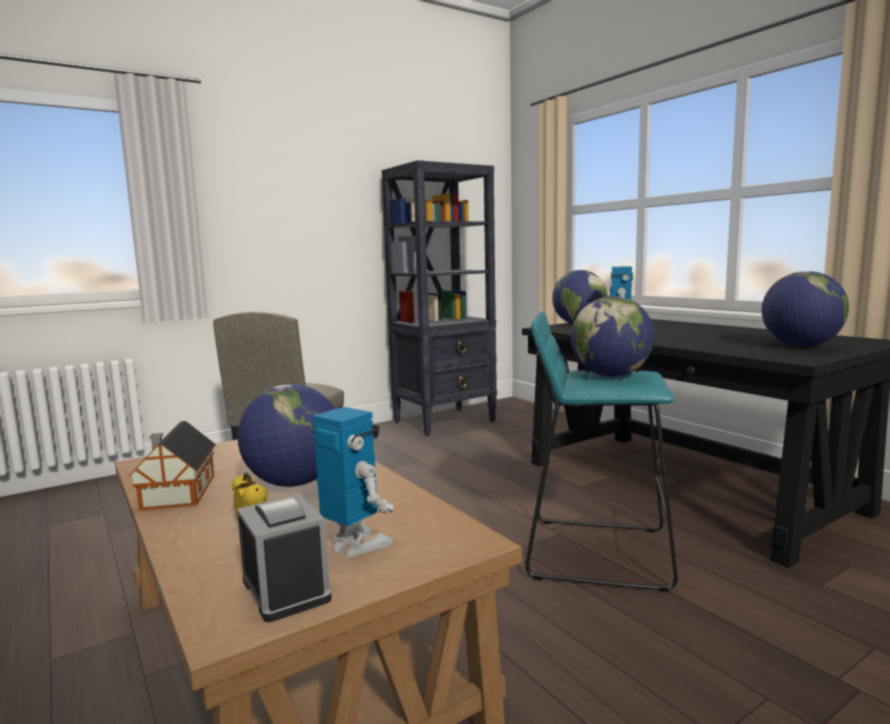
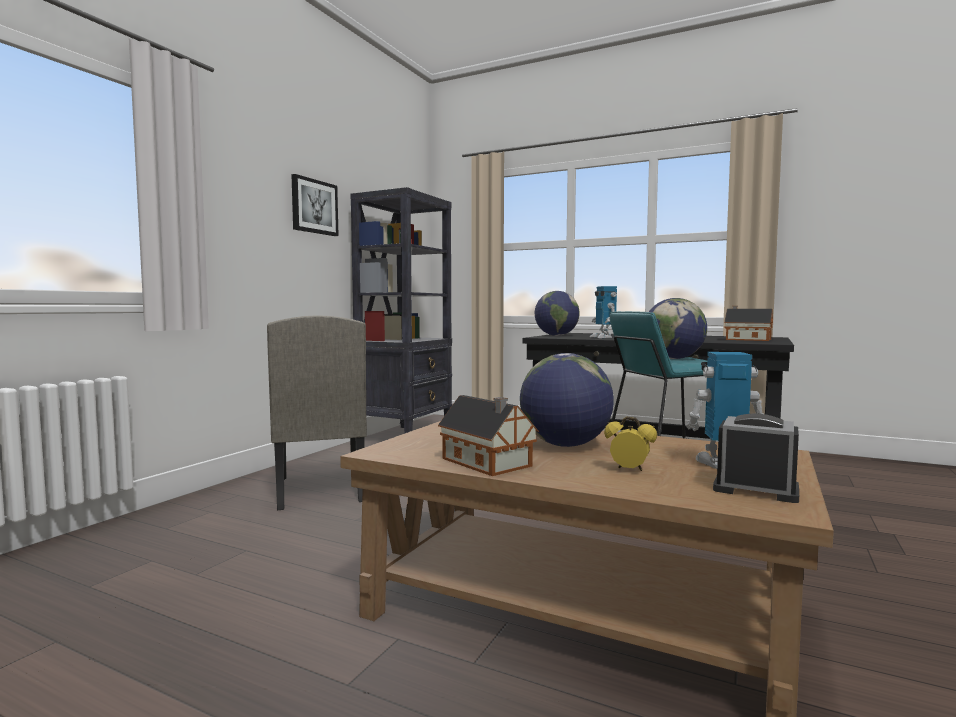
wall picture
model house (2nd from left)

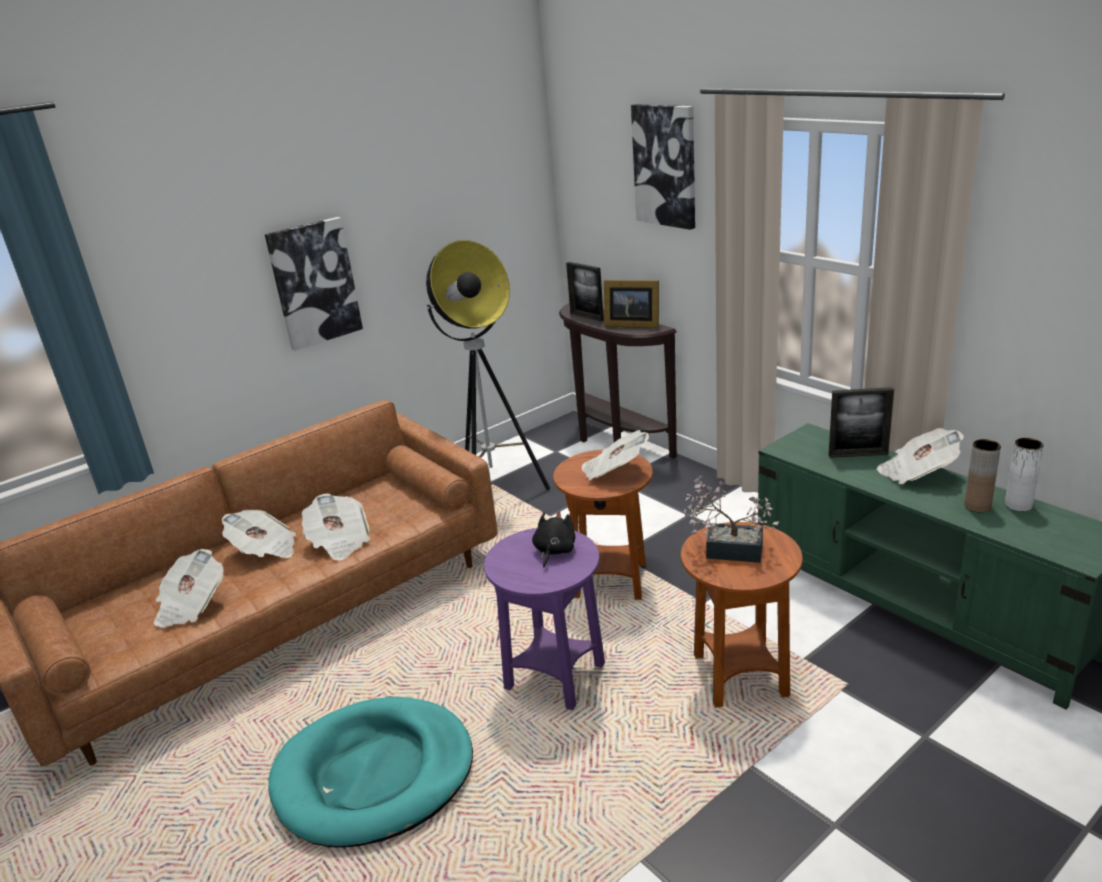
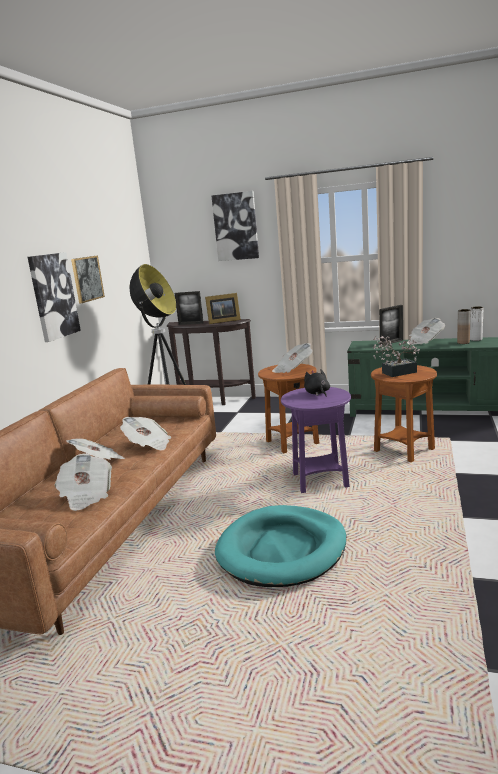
wall picture (2nd from left)

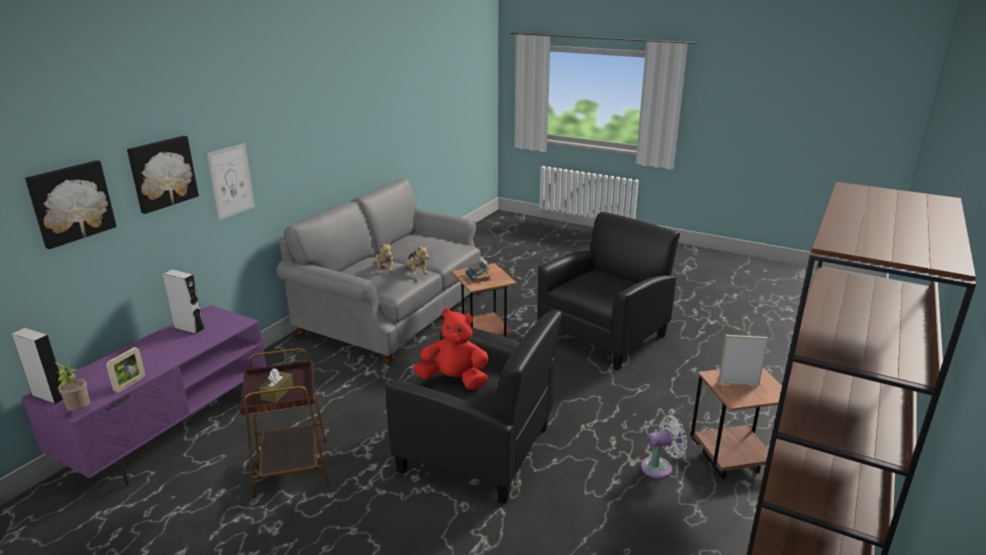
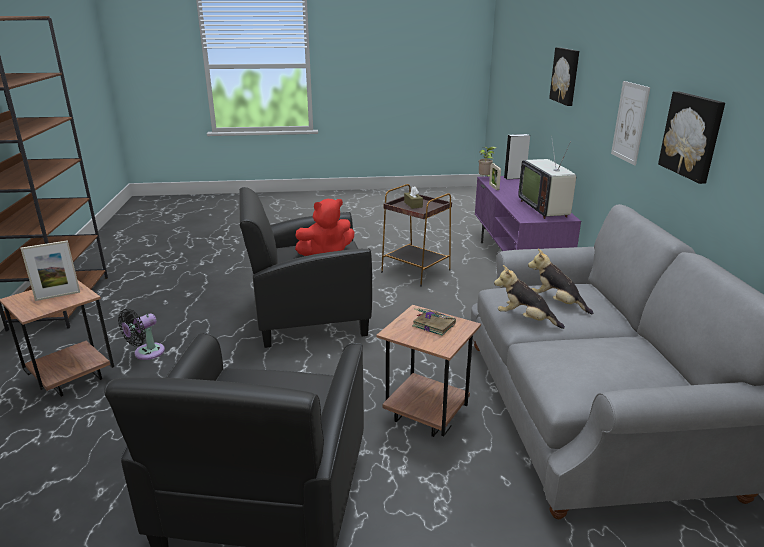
wall picture (3rd from left)
TV
fan (black-coloured)

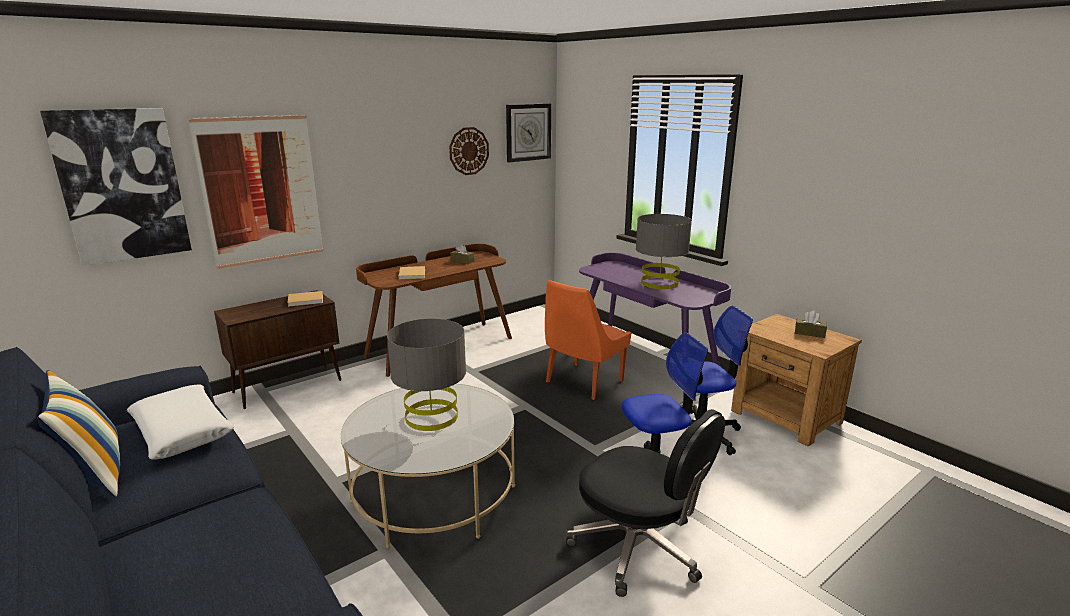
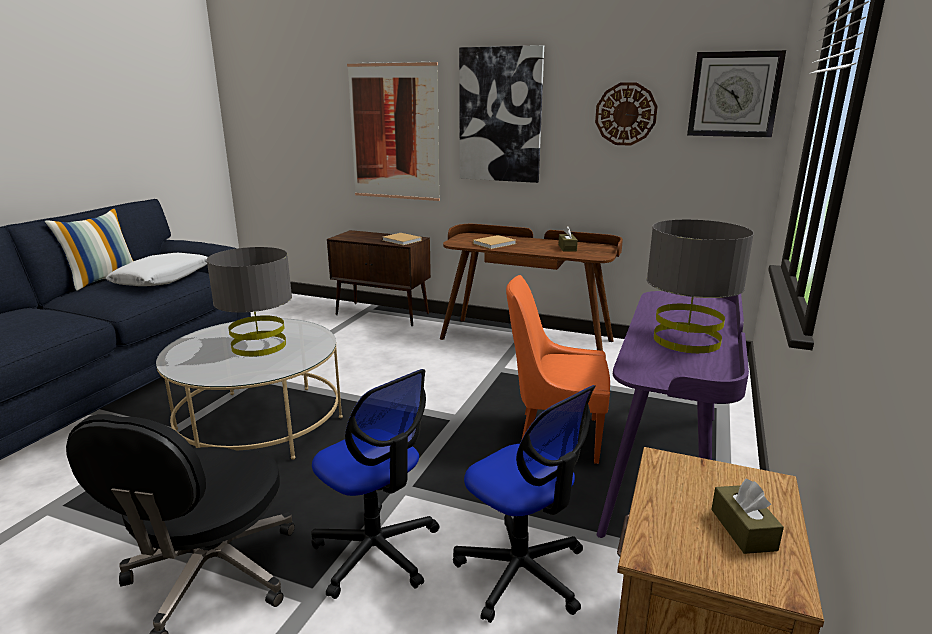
wall picture (2nd from left)

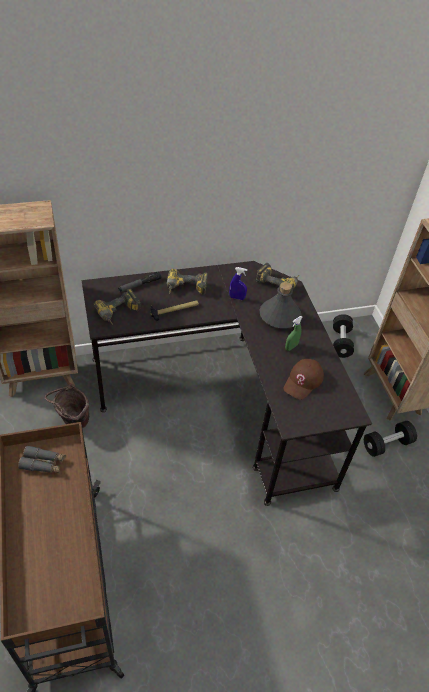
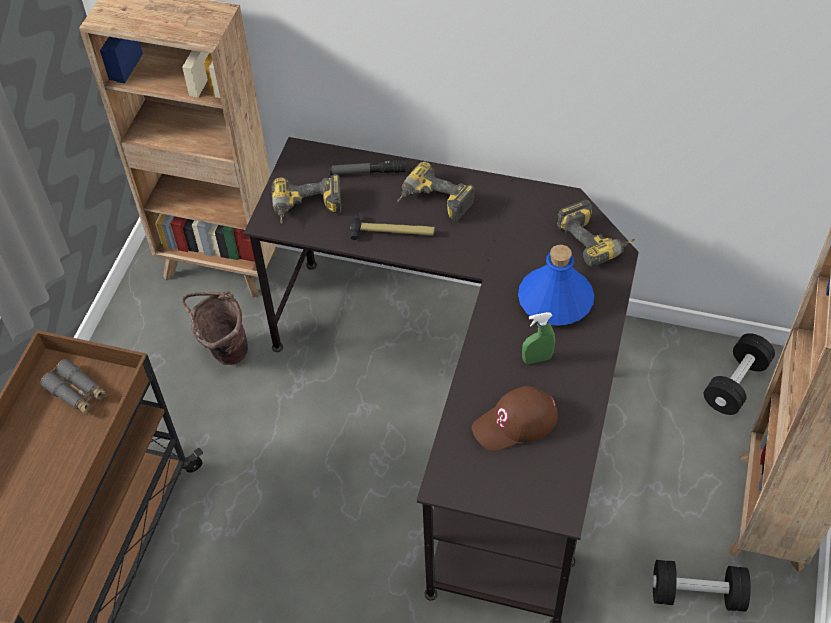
spray bottle (bluish)
beverage bottle (bluish)

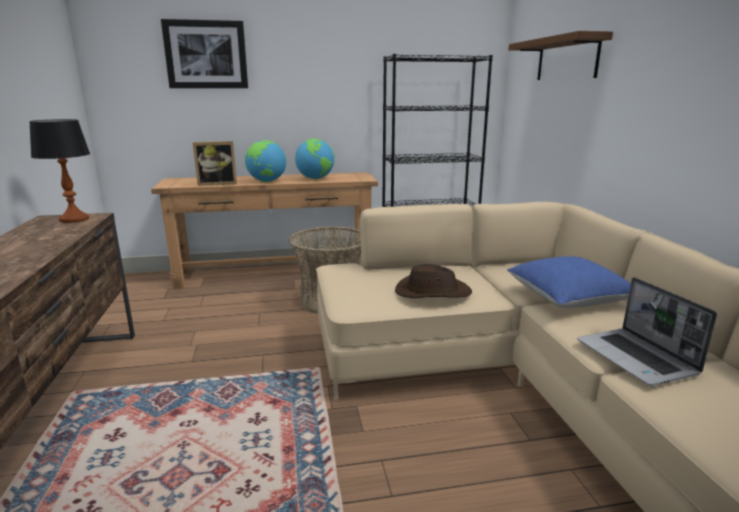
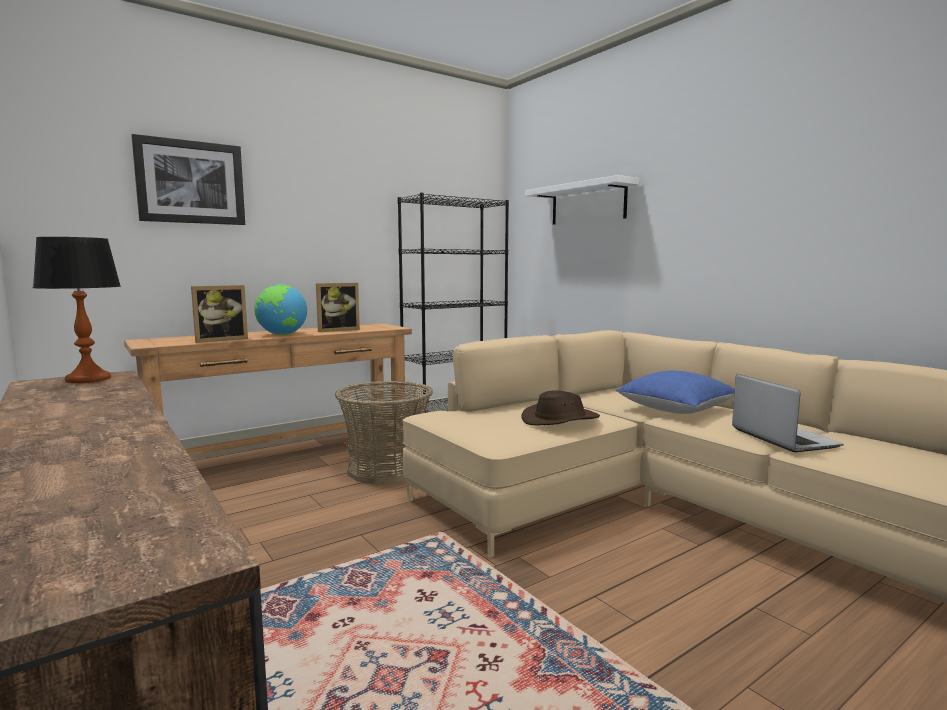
photo frame (2nd from left)
wall shelf (whitish)
notebook computer

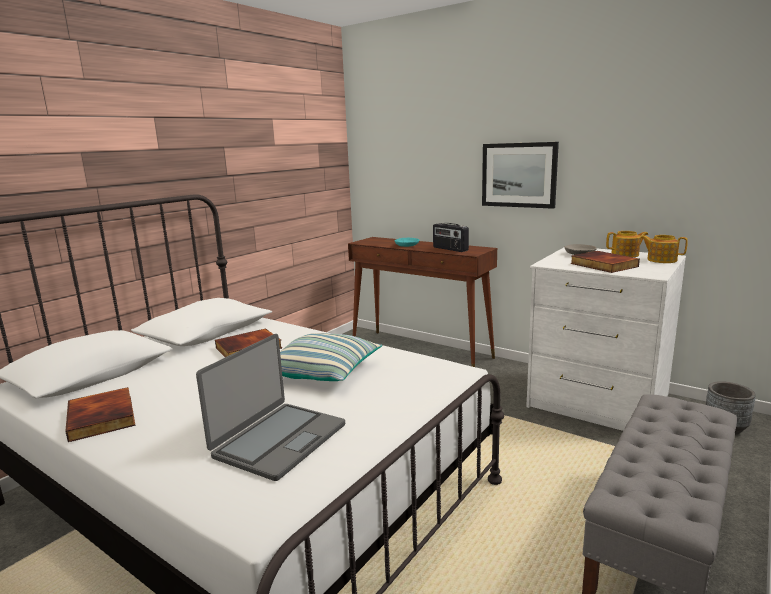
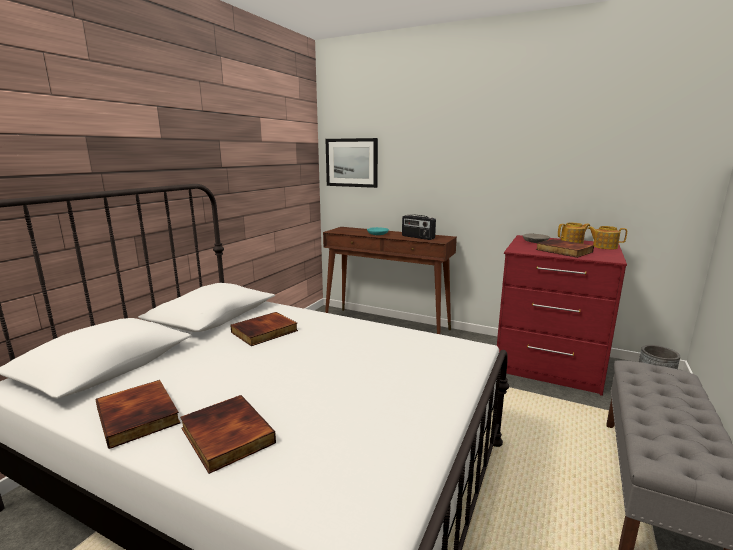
notebook computer
pillow
bound book (2nd from left)
wall picture
dresser (reddish)

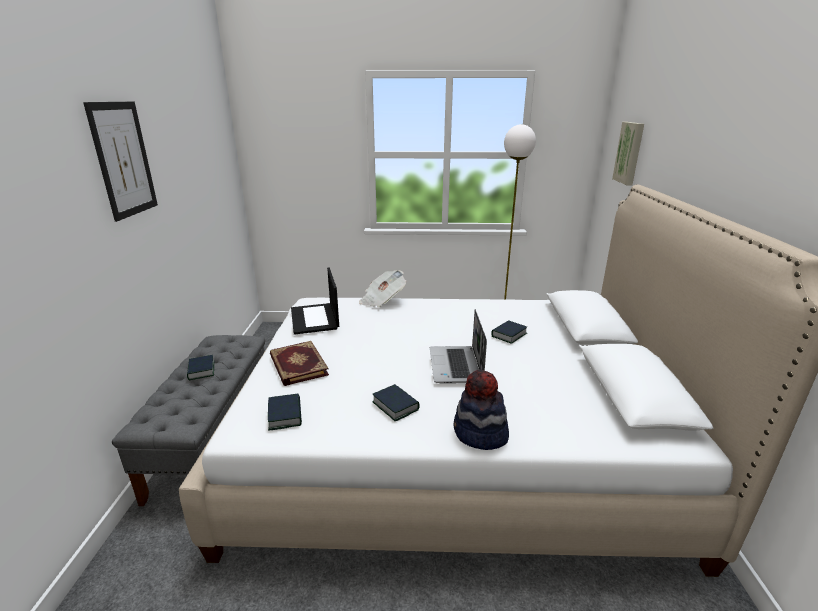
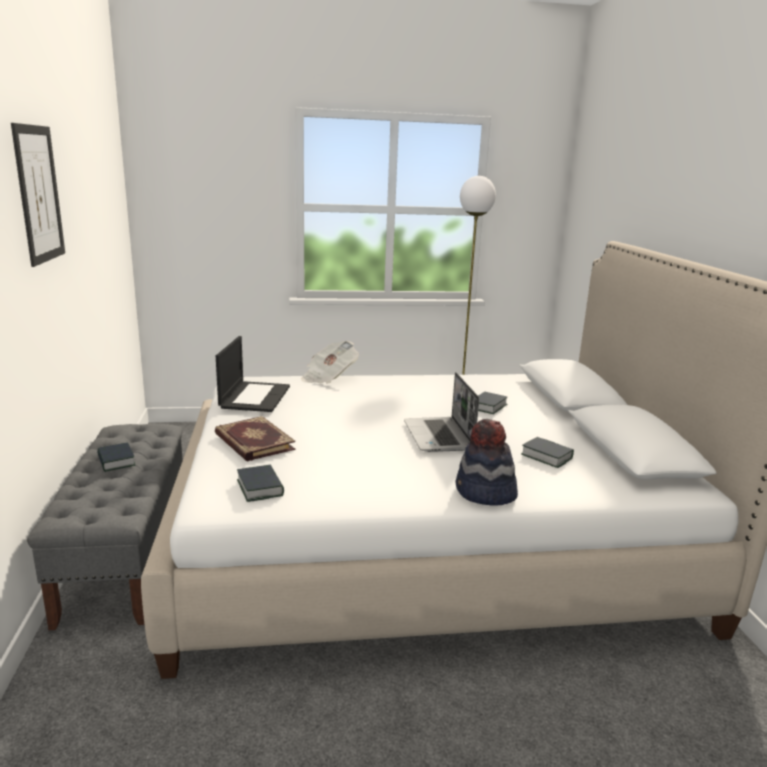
wall picture (2nd from left in the first image)
bound book (5th from left)
notebook computer (1st from left)

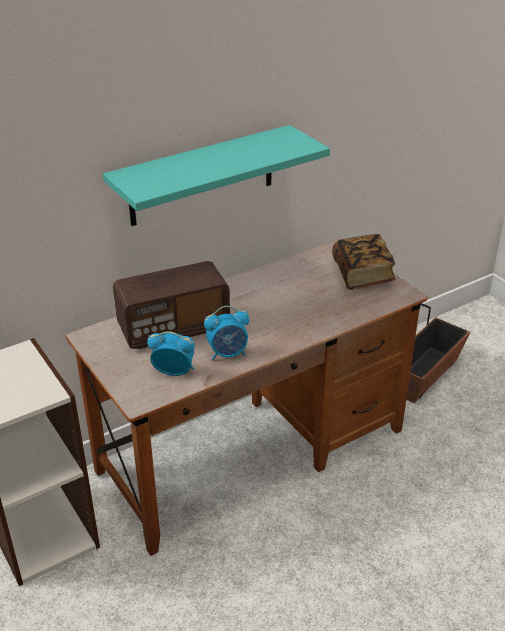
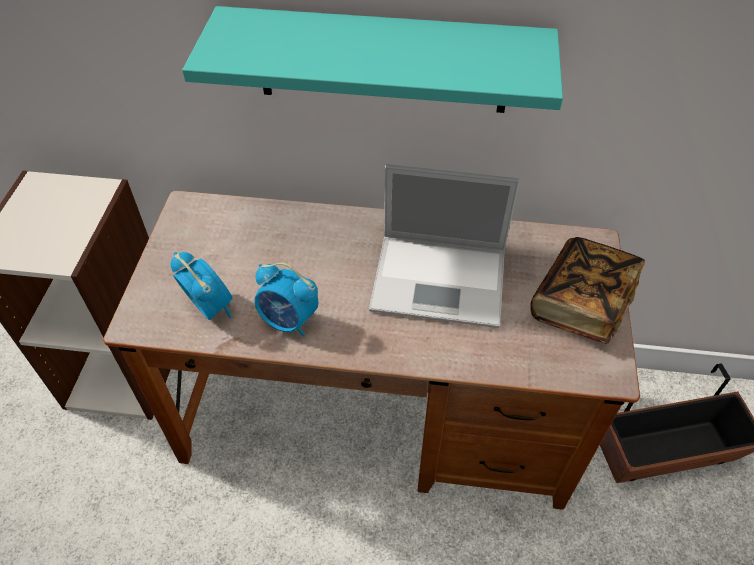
radio
notebook computer

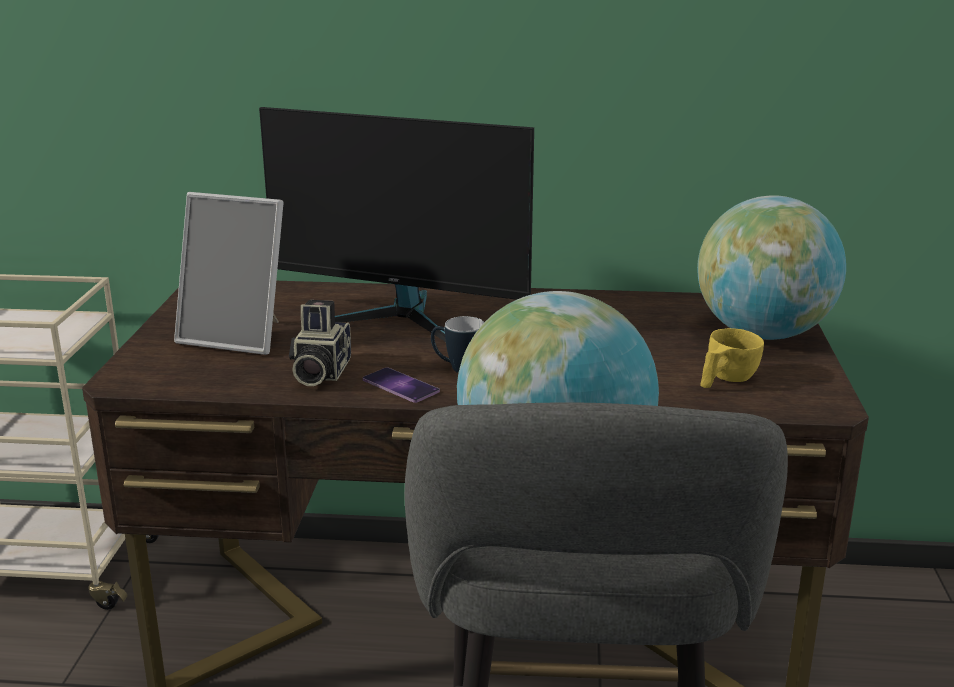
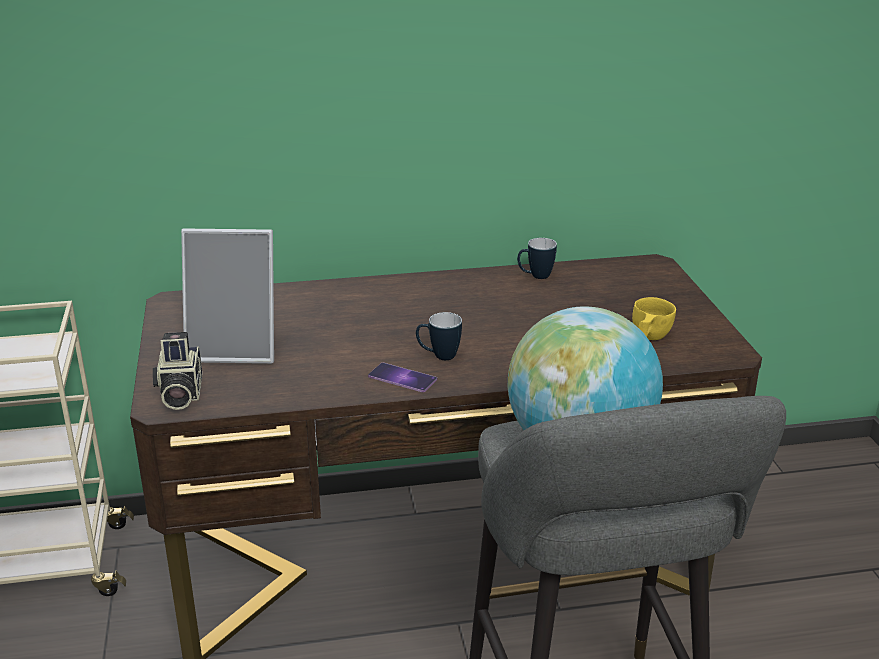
computer screen
desk globe (2nd from left in the first image)
coffee mug (2nd from left)
still camera

